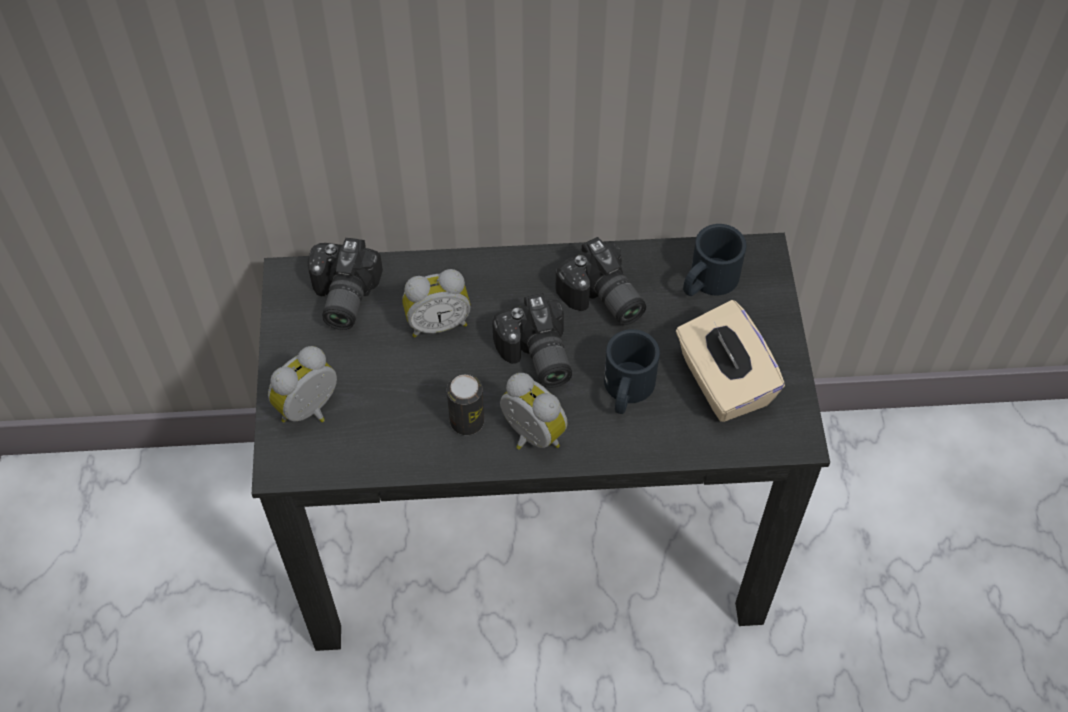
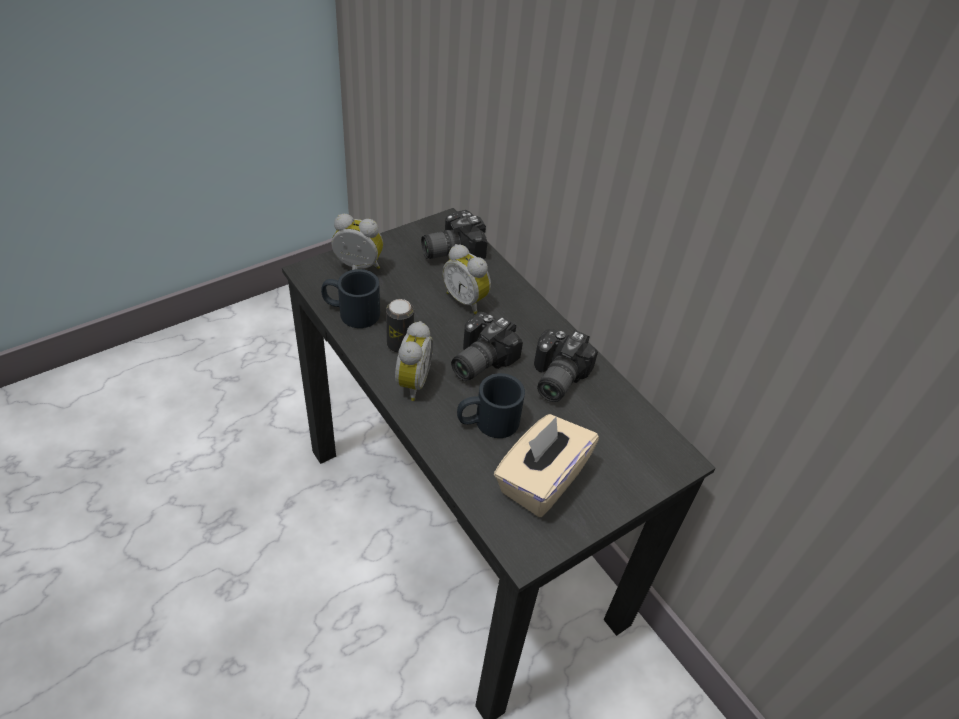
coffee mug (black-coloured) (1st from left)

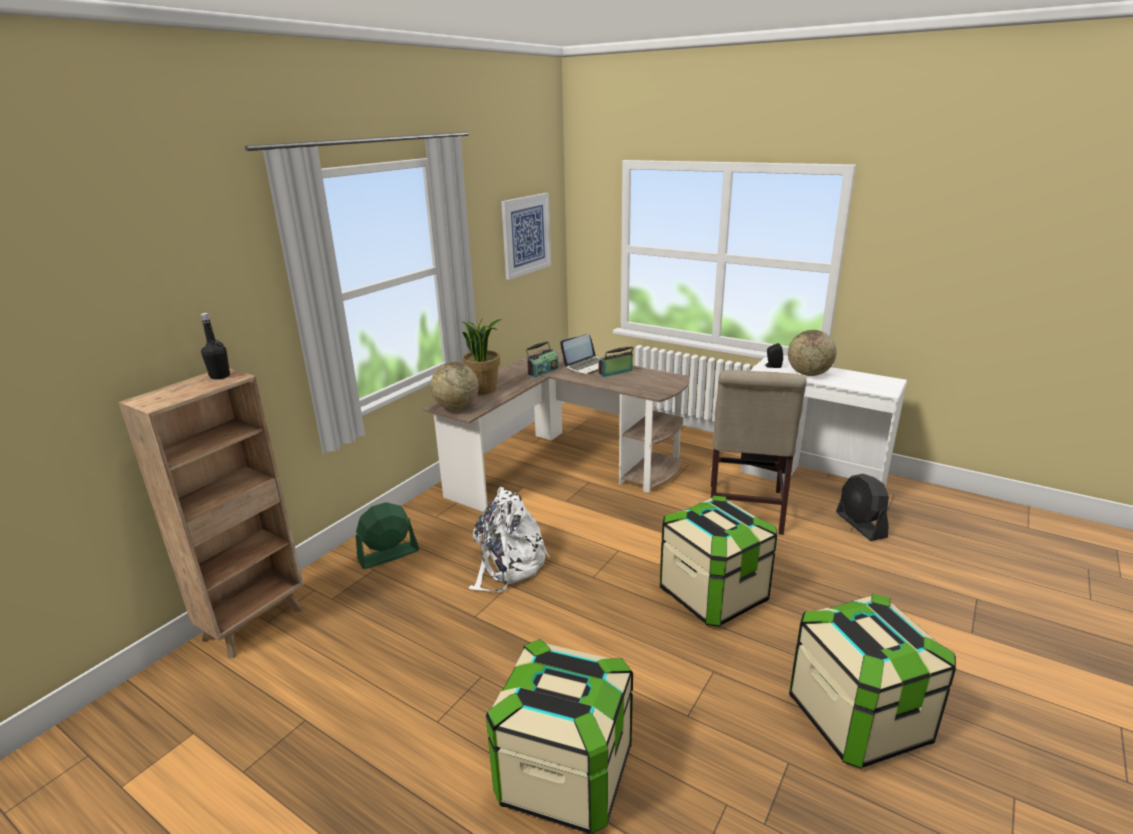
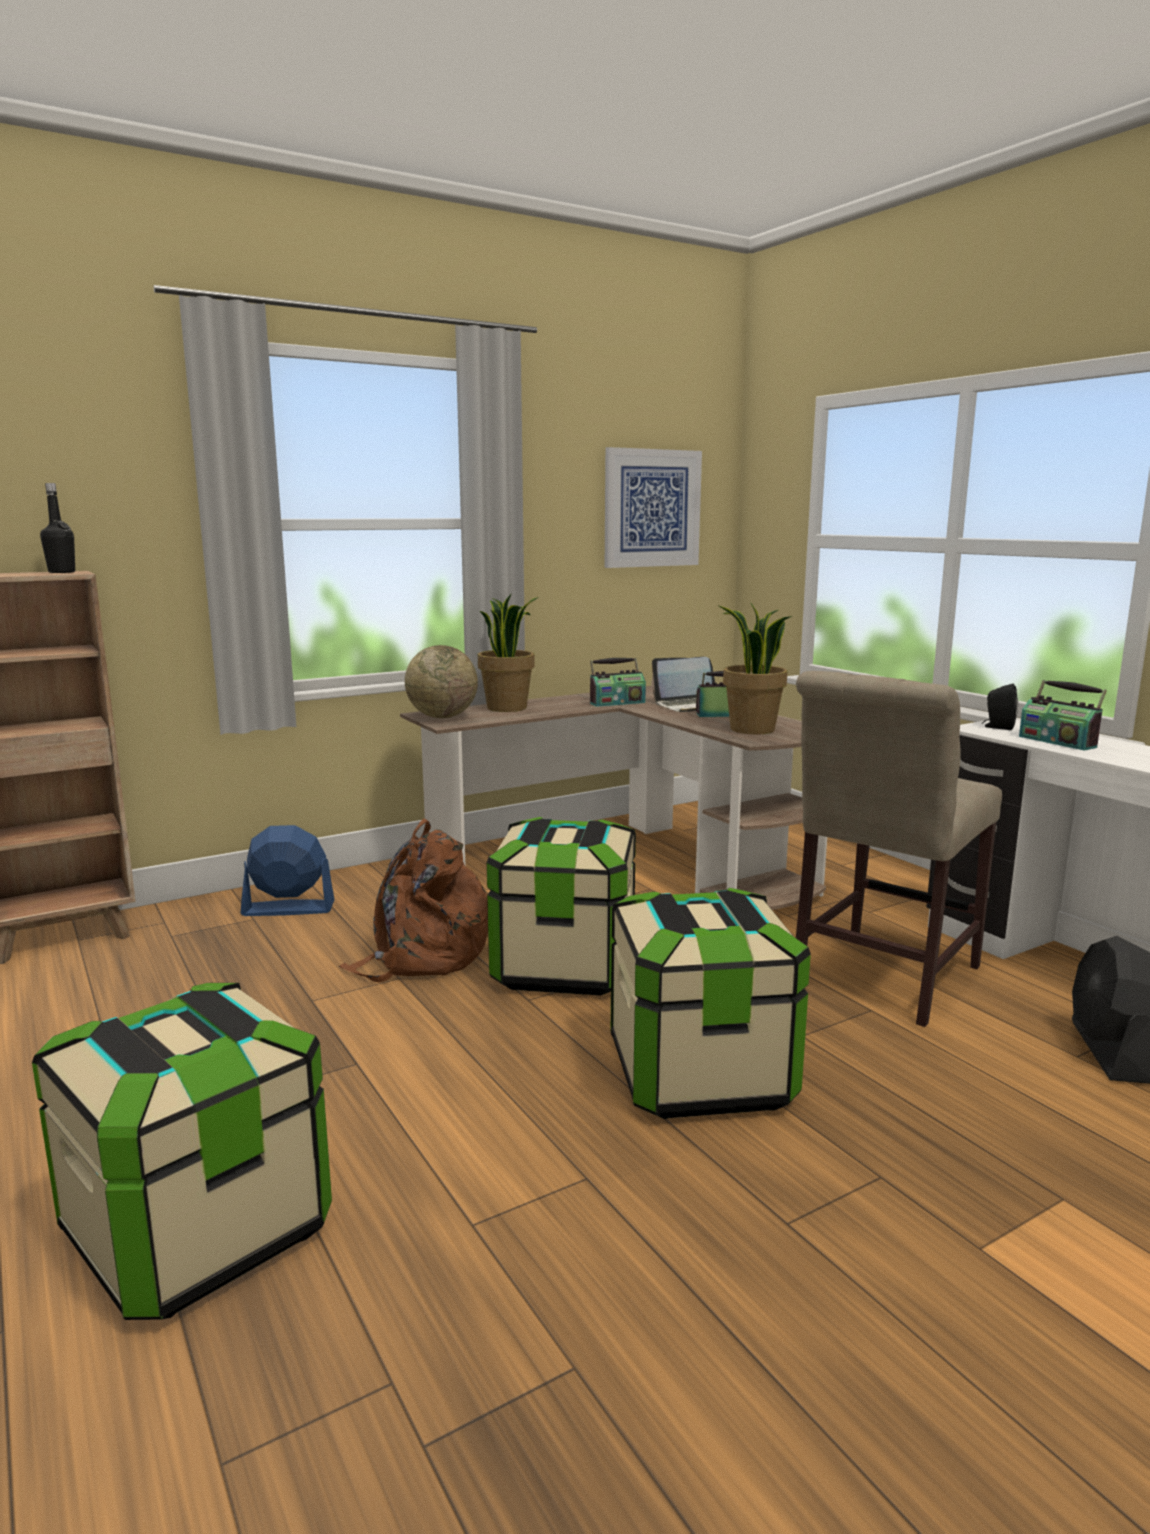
plant in a pot (2nd from left)
storage container (2nd from left)
radio (3rd from left)
fan (bluish)
rucksack (brownish)

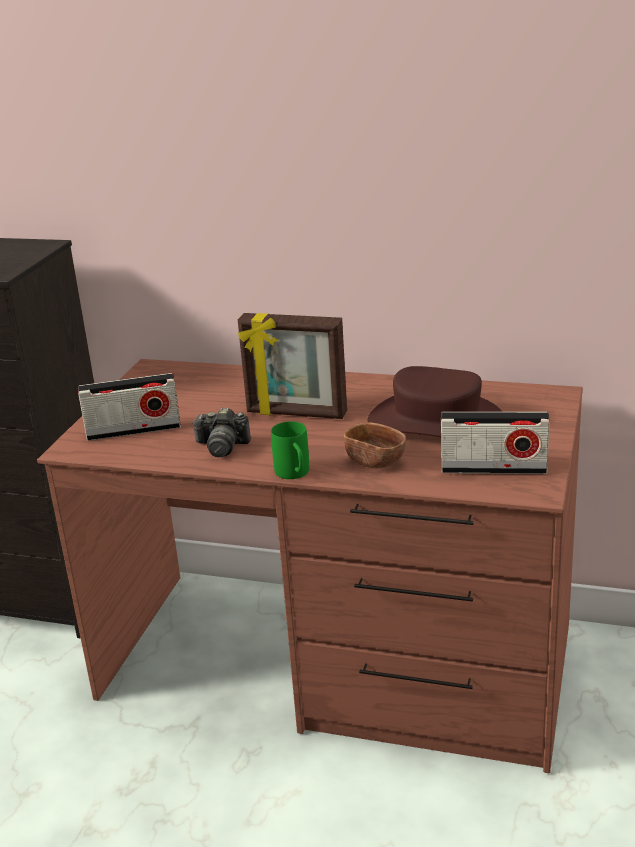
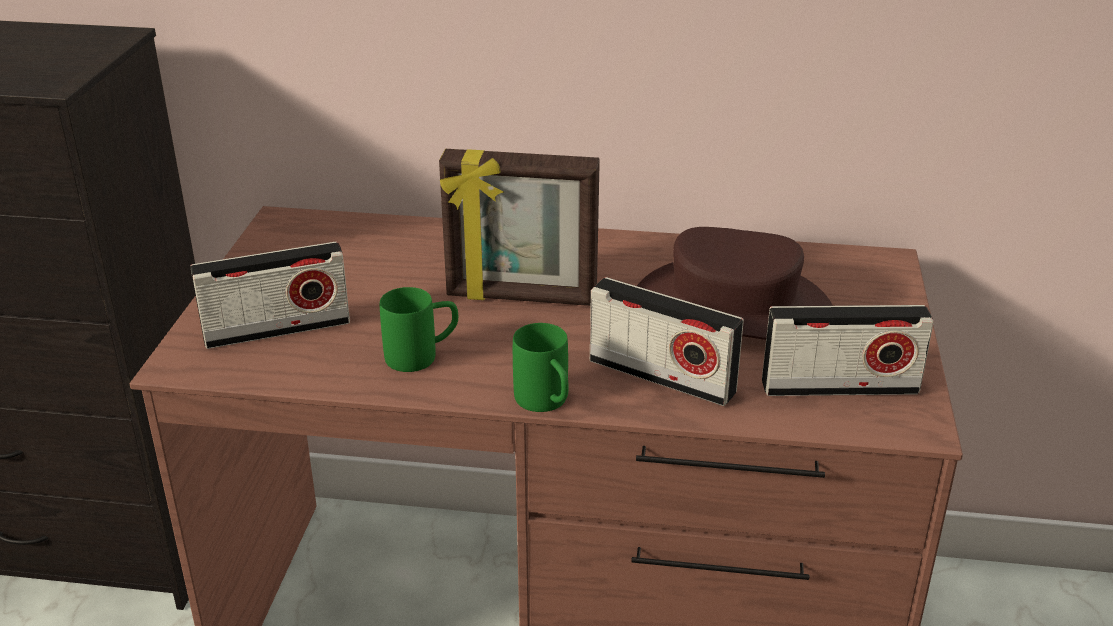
coffee mug (greenish) (1st from left)
radio (2nd from left)

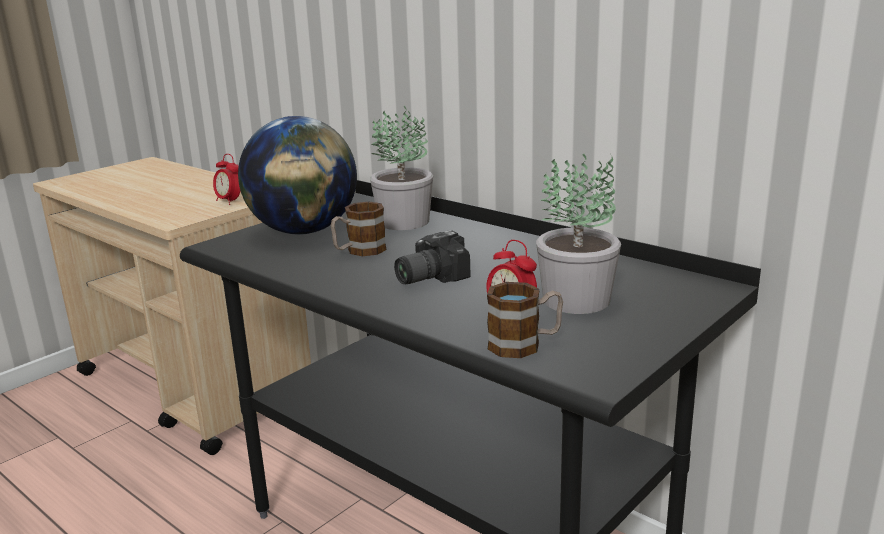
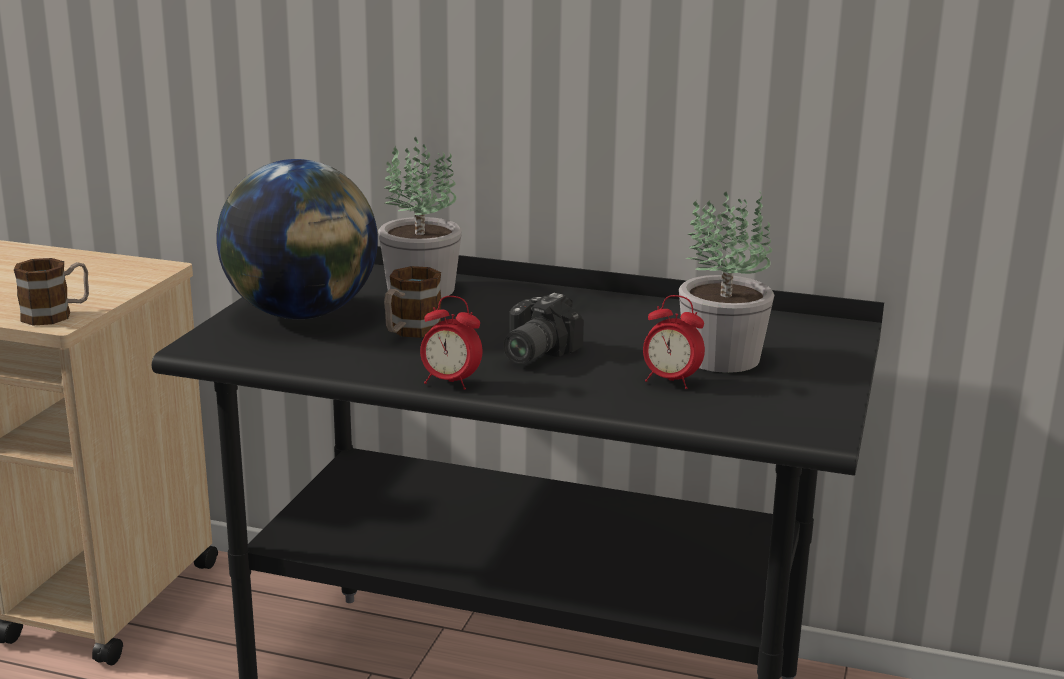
table clock (1st from left)
coffee mug (1st from left)

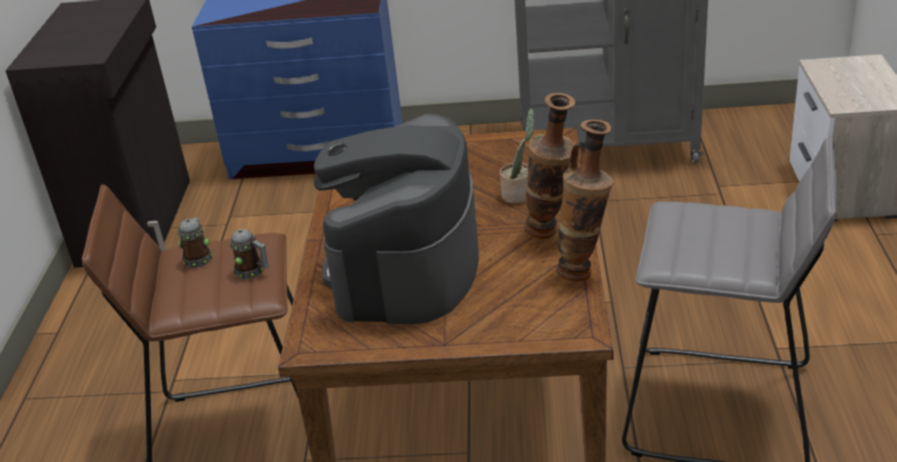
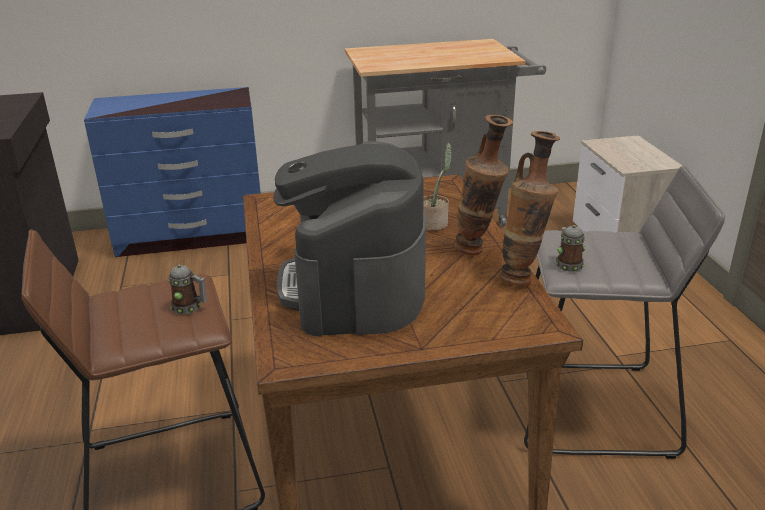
coffee mug (2nd from left)

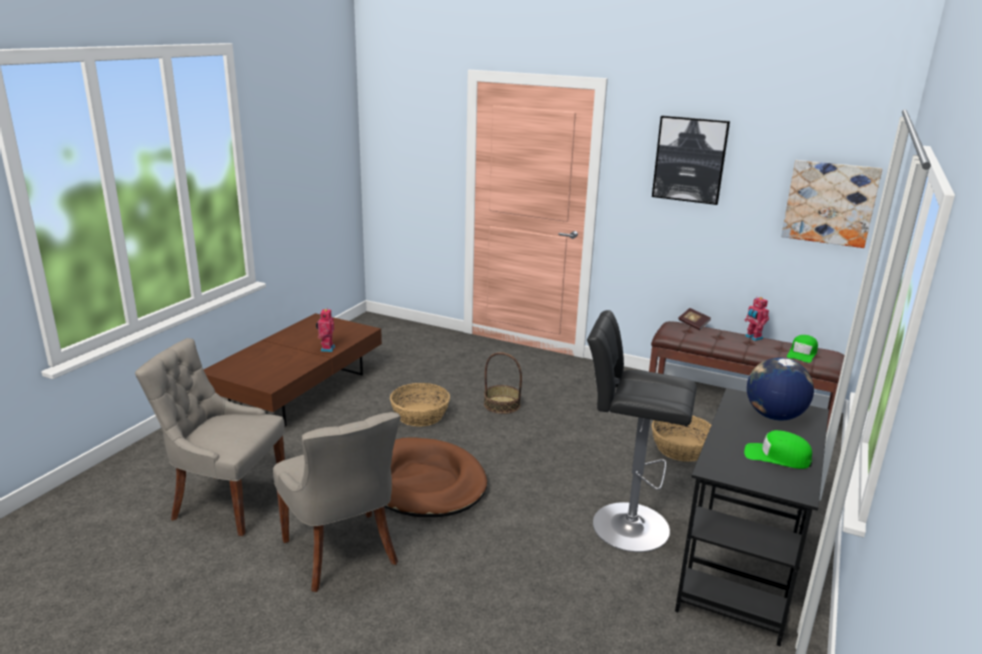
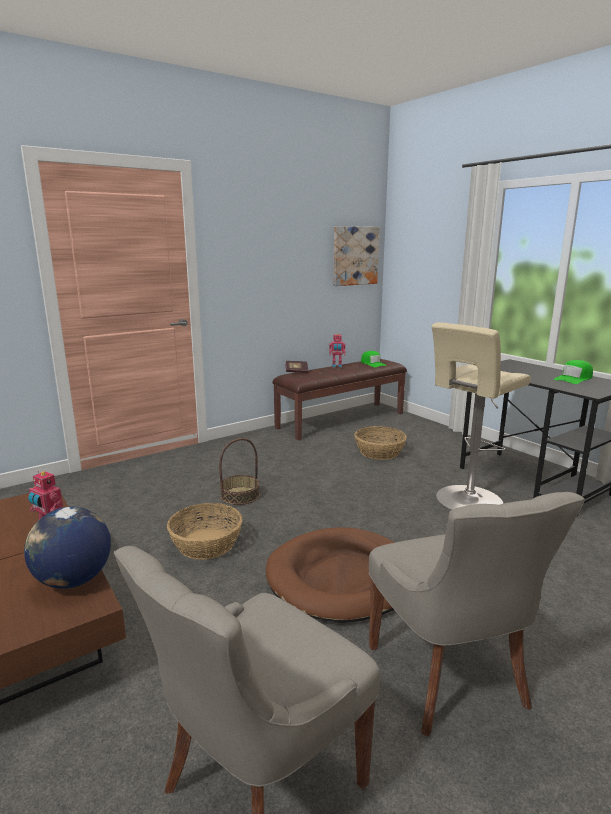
wall picture (1st from left in the first image)
desk globe
stool (beige-coloured)
plain chair (gray) (2nd from left)

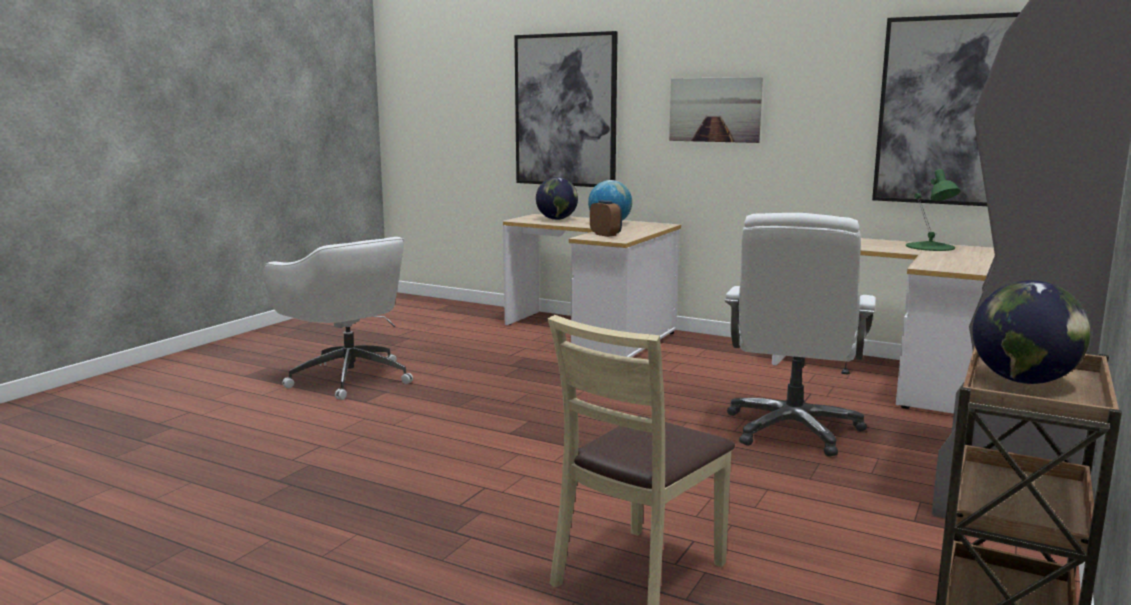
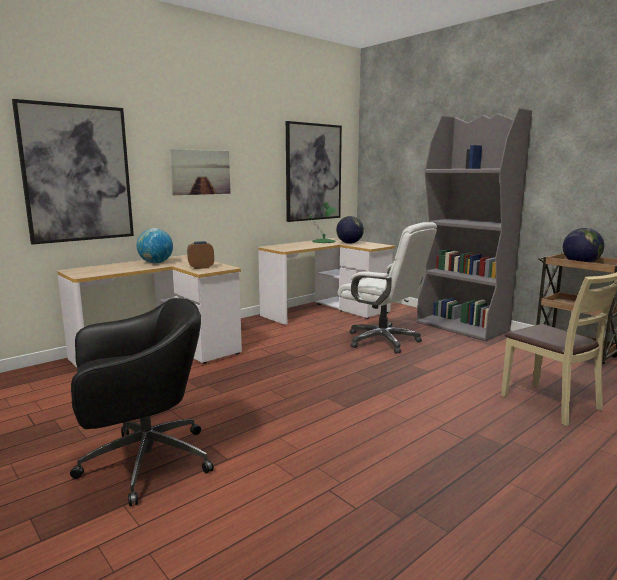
desk globe (2nd from left)
office chair (black-coloured)

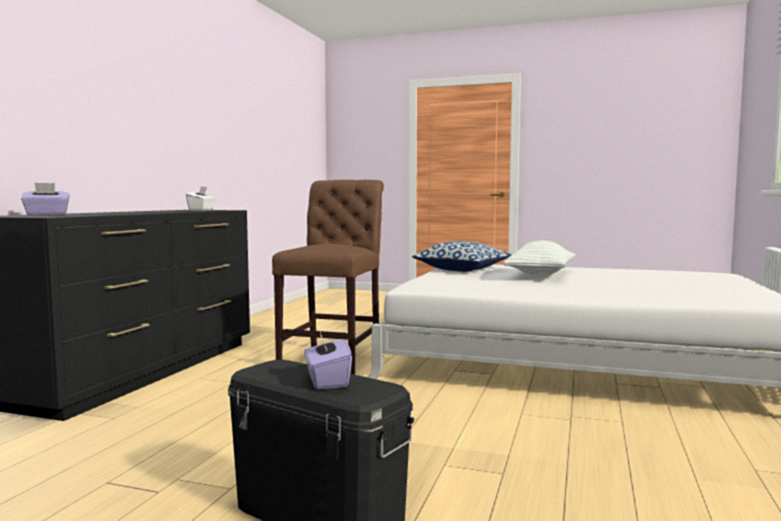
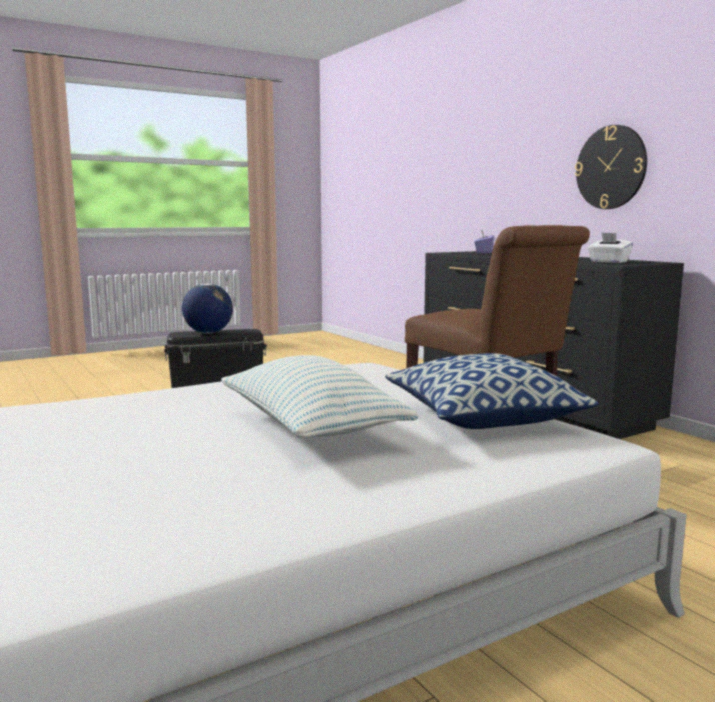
wall clock
desk globe

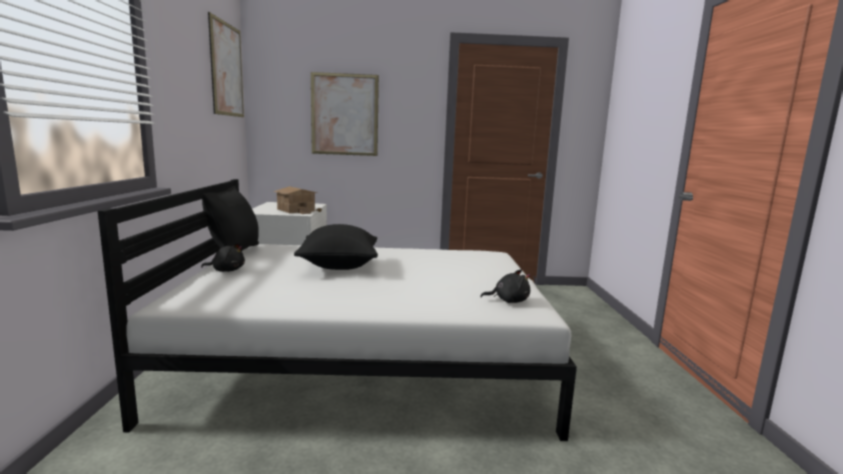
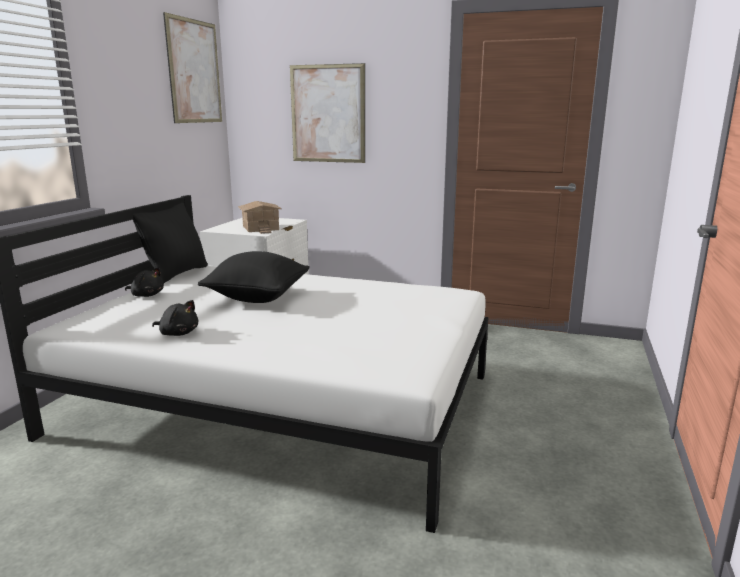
soft toy (black-coloured) (2nd from left)

